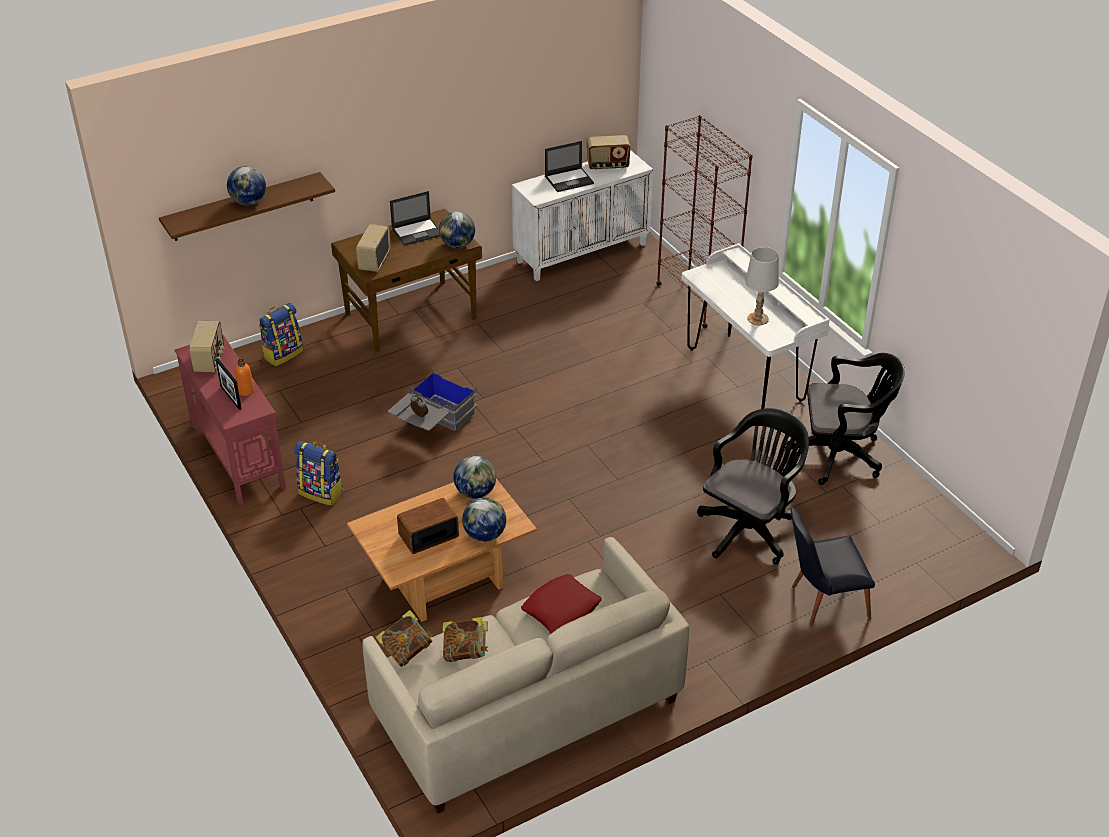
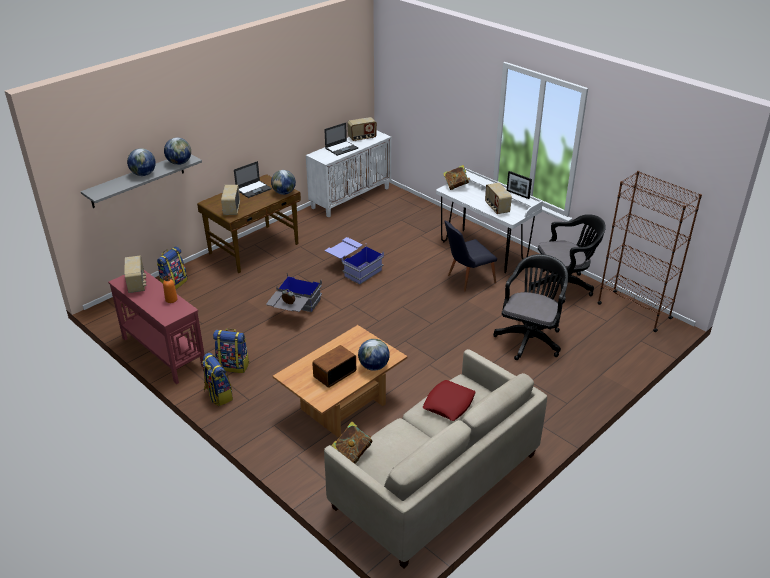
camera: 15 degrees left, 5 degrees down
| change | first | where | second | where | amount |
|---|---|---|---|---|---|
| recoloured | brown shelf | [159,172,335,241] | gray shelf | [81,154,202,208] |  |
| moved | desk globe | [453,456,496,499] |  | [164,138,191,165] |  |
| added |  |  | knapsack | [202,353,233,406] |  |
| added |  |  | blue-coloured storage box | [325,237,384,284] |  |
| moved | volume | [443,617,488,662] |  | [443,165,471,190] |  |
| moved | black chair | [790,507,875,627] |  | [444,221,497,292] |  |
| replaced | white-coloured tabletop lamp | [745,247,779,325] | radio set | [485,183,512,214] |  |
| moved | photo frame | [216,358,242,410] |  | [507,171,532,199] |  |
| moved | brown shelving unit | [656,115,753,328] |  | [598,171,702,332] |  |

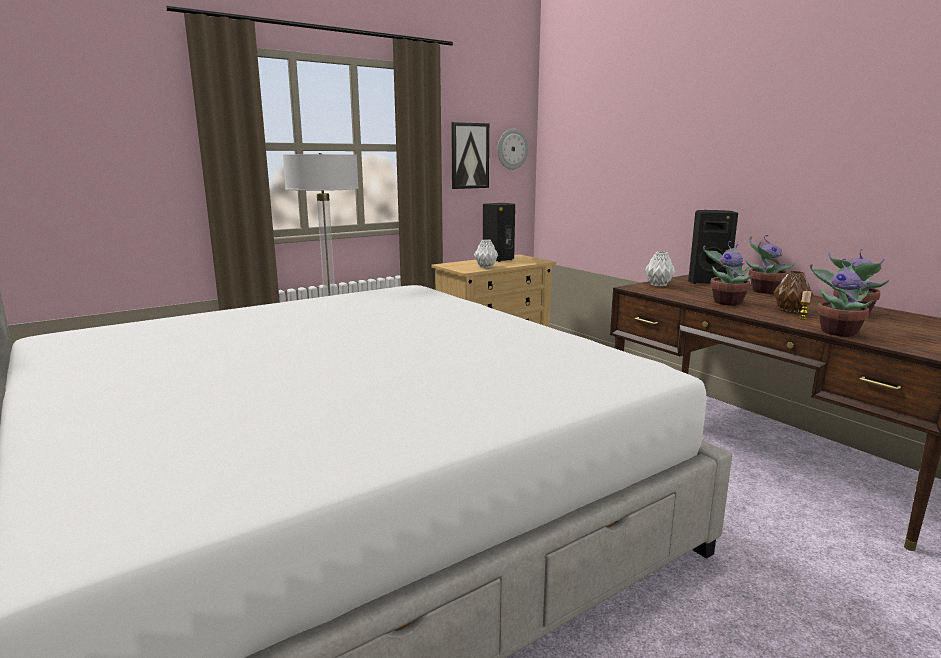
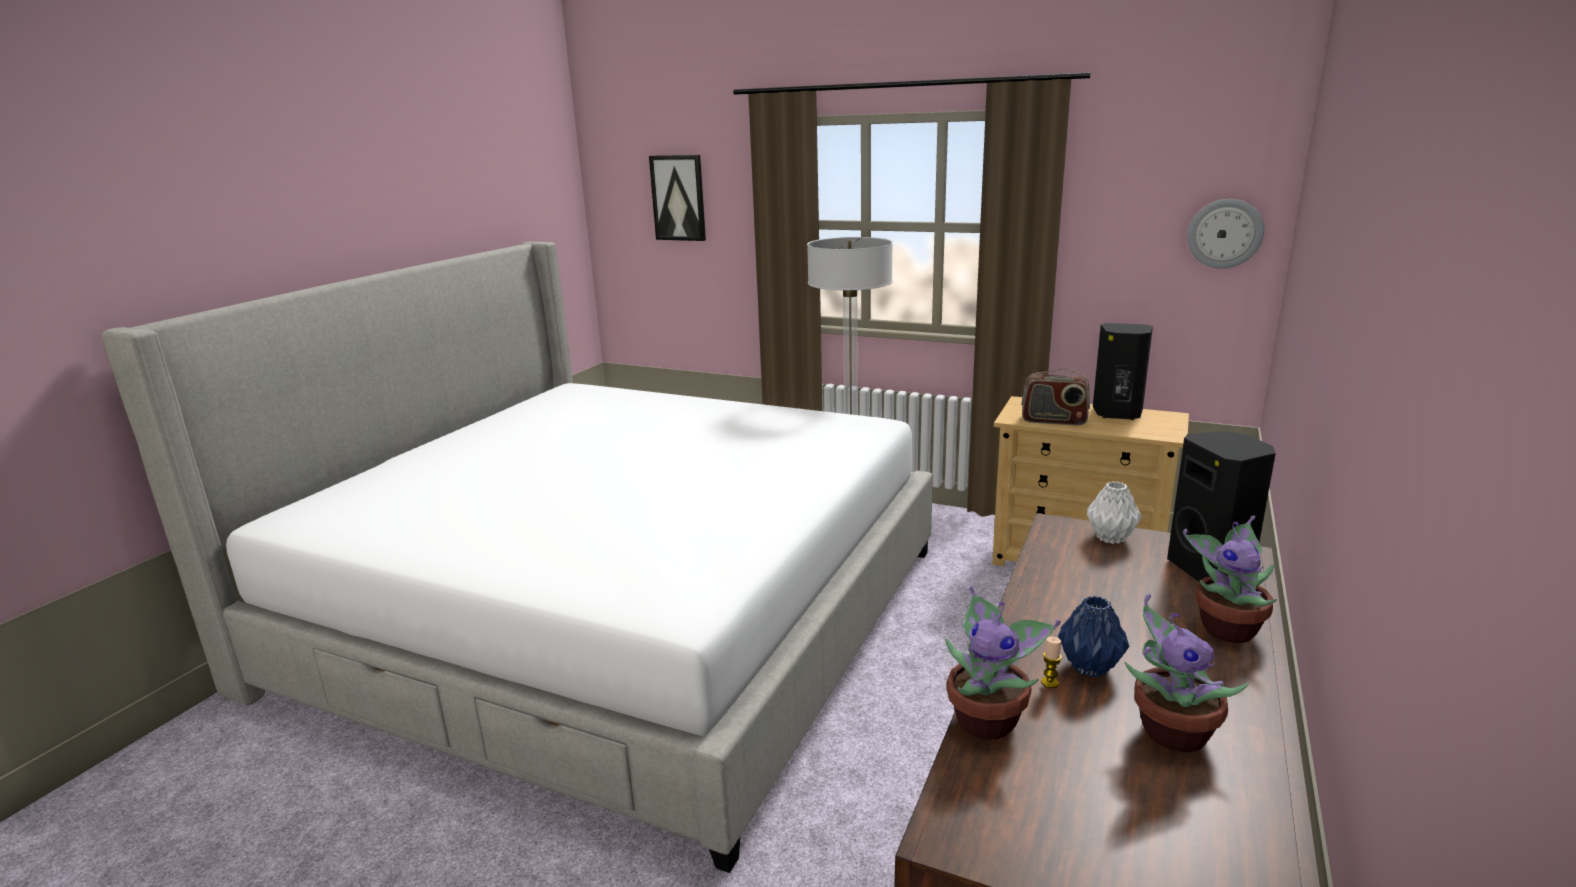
camera: 60 degrees right, 5 degrees up
| change | first | where | second | where | amount |
|---|---|---|---|---|---|
| moved | wall picture | [451,122,489,189] |  | [649,155,706,241] |  |
| replaced | white-coloured flower vase | [474,239,498,268] | radio set | [1021,368,1090,425] |  |
| recoloured | brown flower vase | [774,271,813,313] | blue-coloured flower vase | [1058,596,1129,677] |  |
| removed | houseplant | [703,241,753,306] |  |  |  |

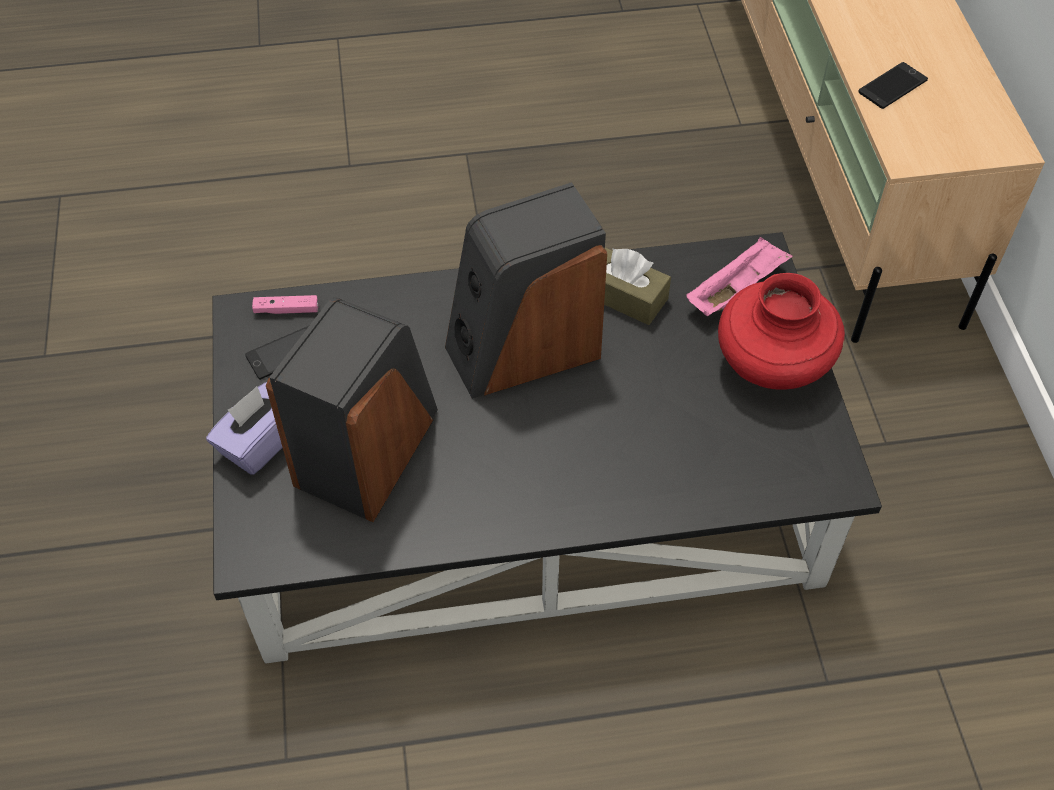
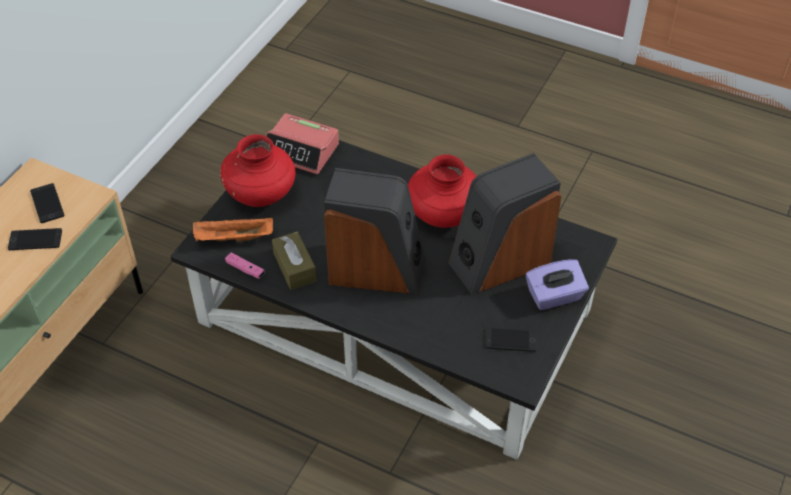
camera: 145 degrees left, 5 degrees down
| change | first | where | second | where | amount |
|---|---|---|---|---|---|
| added |  |  | phone | [30,183,65,223] |  |
| recoloured | pinkish tray | [686,237,793,316] | orangey tray | [193,217,273,242] |  |
| moved | pinkish game controller | [252,295,318,314] |  | [225,253,265,279] |  |
| added |  |  | bedside clock | [266,113,339,174] |  |
| added |  |  | red flower vase | [408,154,477,228] |  |

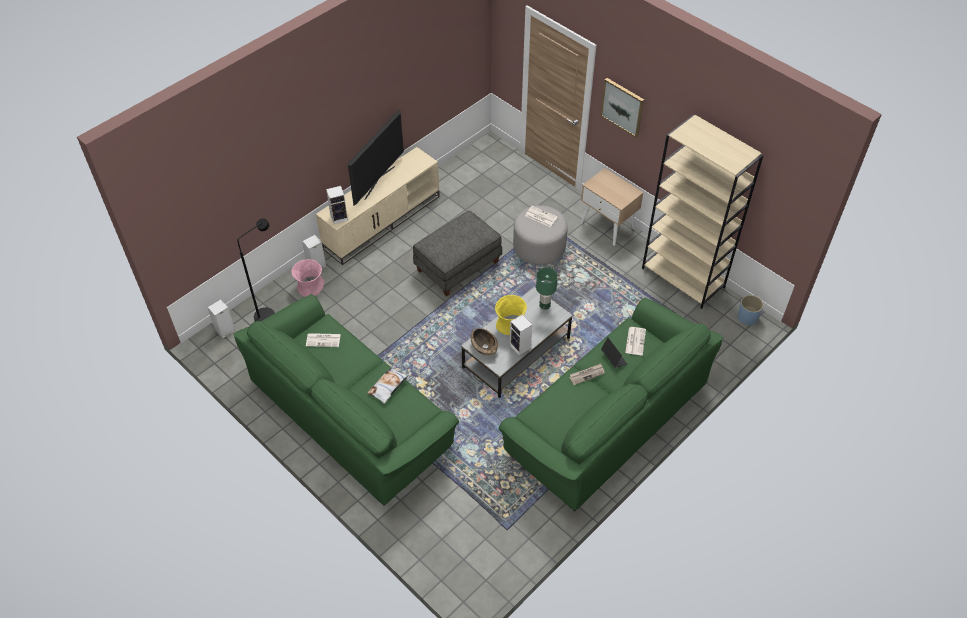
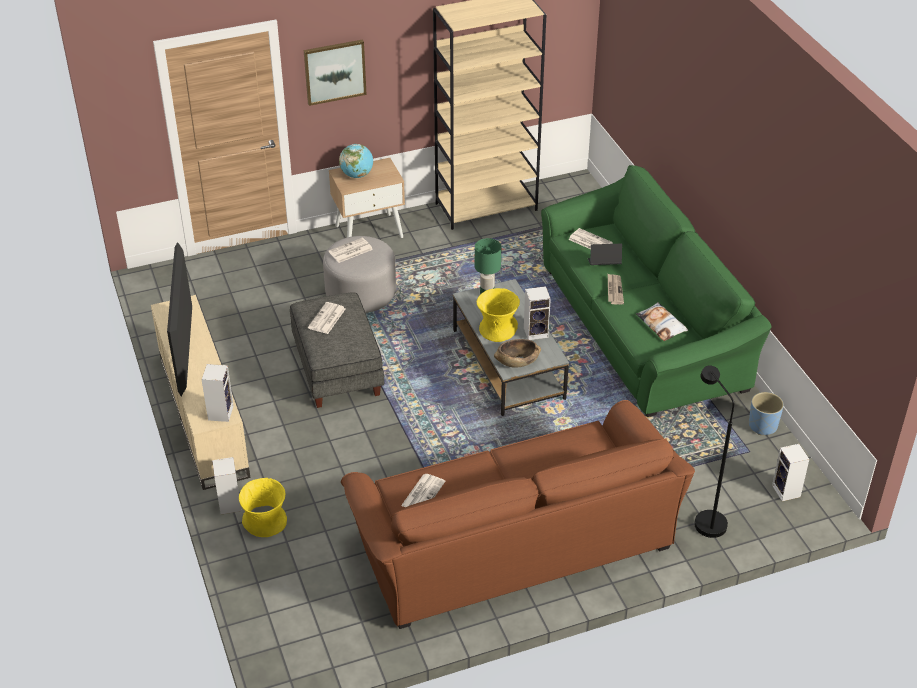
camera: 65 degrees left, 10 degrees down
| change | first | where | second | where | amount |
|---|---|---|---|---|---|
| turned | TV set | [348,110,404,206] |  | [167,242,192,396] | 150 degrees counterclockwise |
| recoloured | pinkish flower vase | [292,259,324,297] | yellowish flower vase | [239,478,287,537] |  |
| added |  |  | daily paper | [308,302,345,334] |  |
| added |  |  | desk globe | [339,144,373,178] |  |
| recoloured | green-coloured couch | [234,294,459,506] | brown couch | [341,400,695,629] |  |
| moved | throw pillow | [367,367,408,404] |  | [636,302,688,341] |  |
| moved | black standard lamp | [237,219,275,322] |  | [695,365,734,538] |  |
| moved | blue-coloured flower pot | [738,295,764,326] |  | [749,392,784,435] |  |
| moved | loudspeaker | [207,299,236,339] |  | [772,444,809,501] |  |

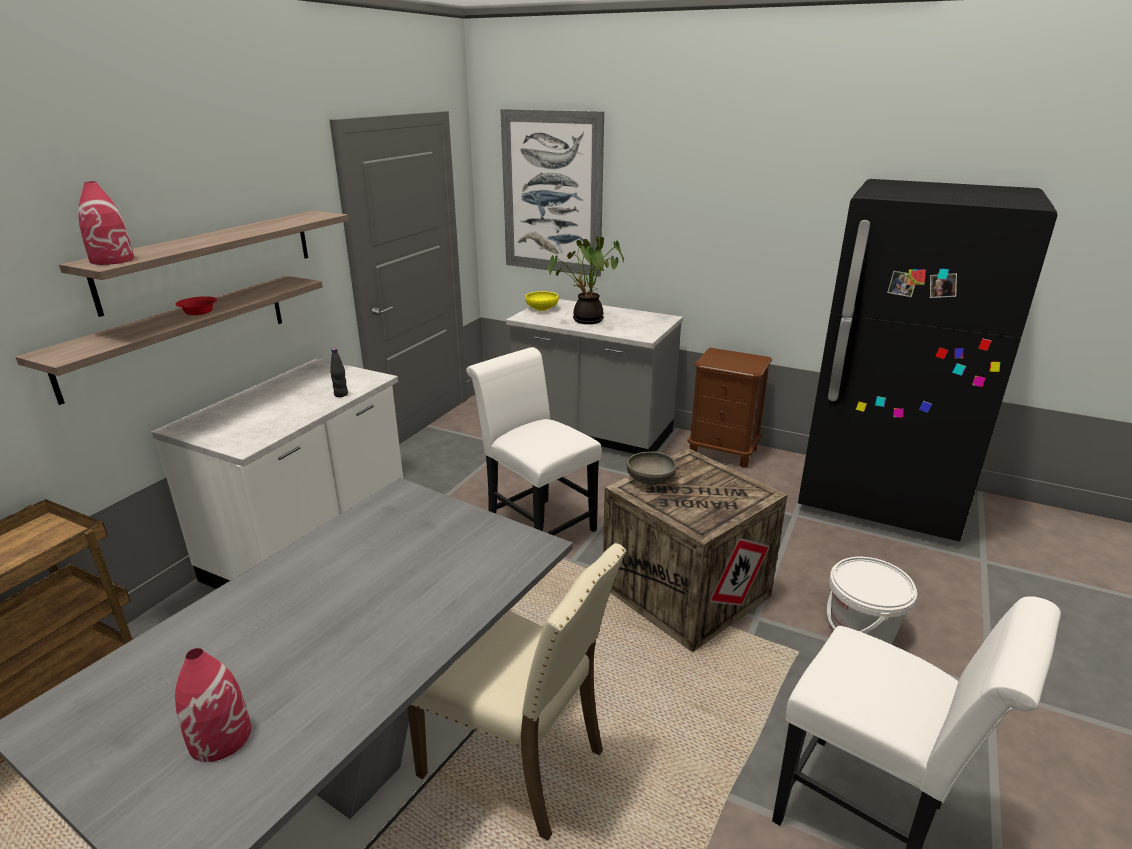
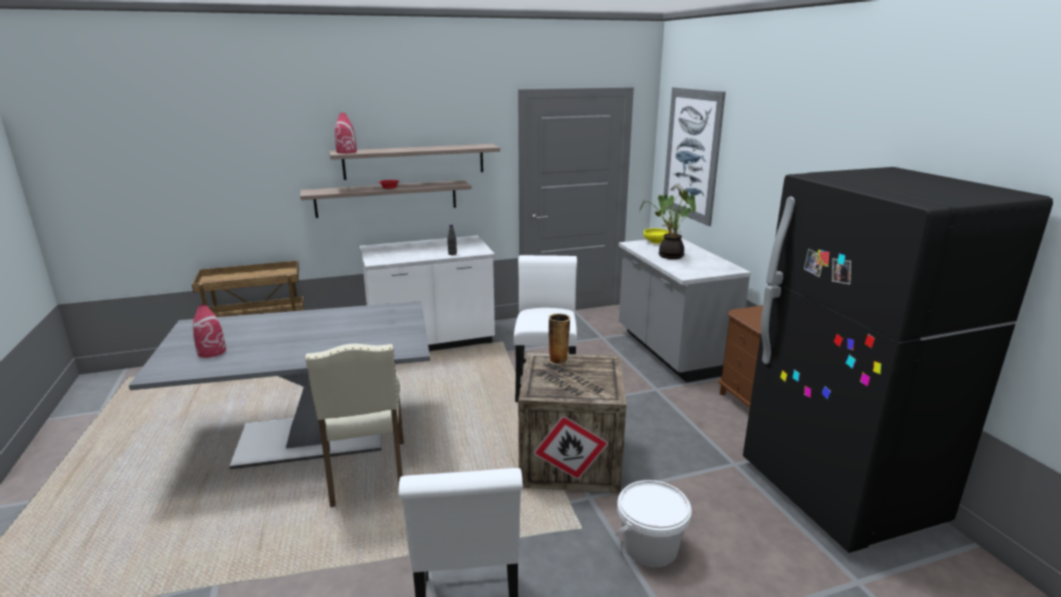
camera: 45 degrees right, 5 degrees down
| change | first | where | second | where | amount |
|---|---|---|---|---|---|
| replaced | gray bowl | [627,451,676,485] | flower vase | [549,313,571,365] |  |

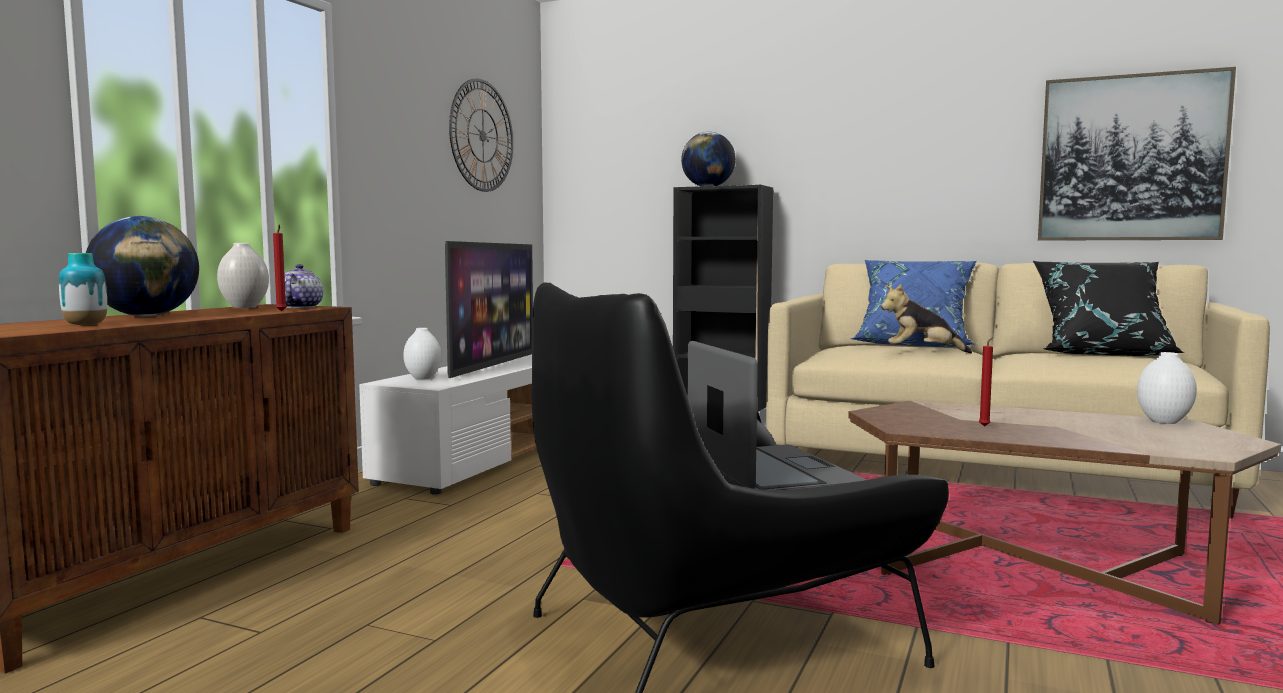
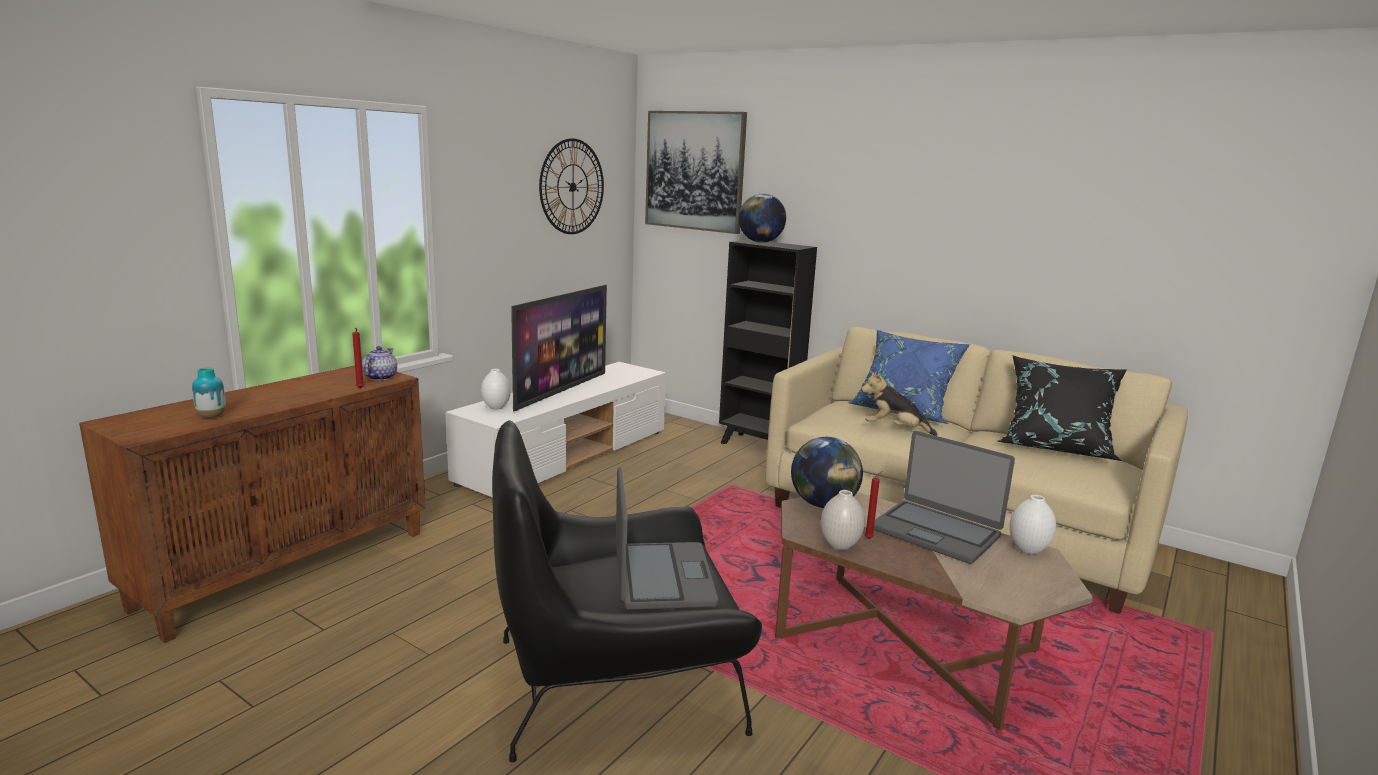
camera: 10 degrees right, 10 degrees up
| change | first | where | second | where | amount |
|---|---|---|---|---|---|
| moved | wall picture | [1038,67,1236,241] |  | [645,111,747,234] |  |
| moved | desk globe | [86,216,199,316] |  | [791,437,863,508] |  |
| moved | white-coloured flower vase | [217,243,269,308] |  | [821,490,865,550] |  |
| added |  |  | portable computer | [874,431,1015,564] |  |

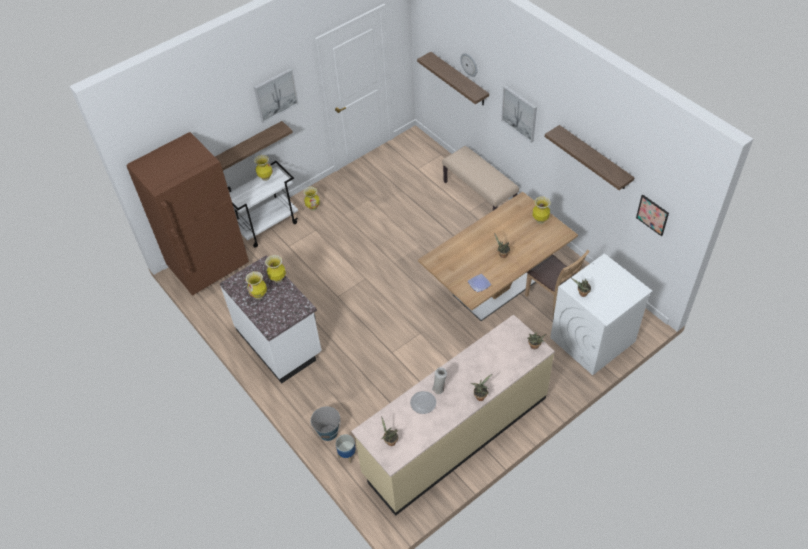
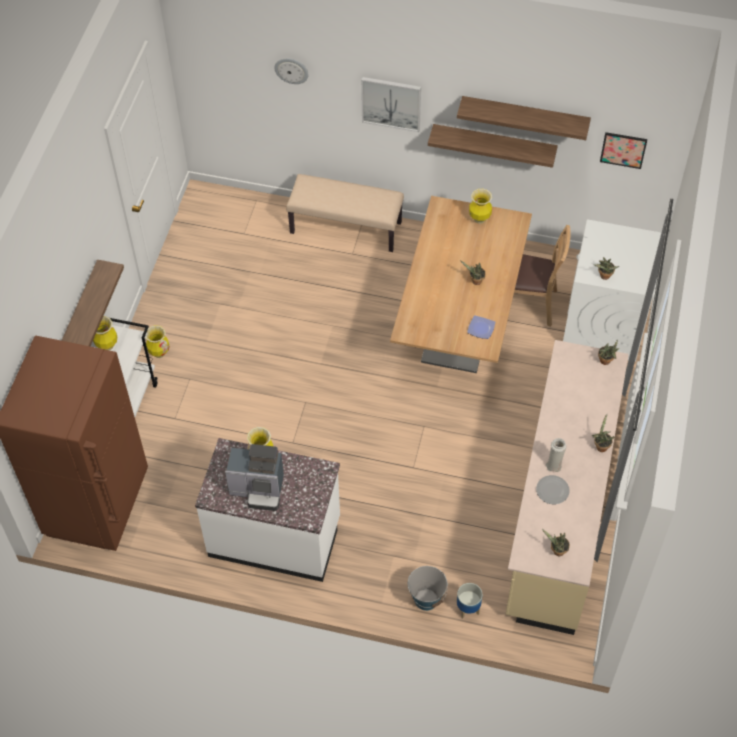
camera: 40 degrees left, 5 degrees up
| change | first | where | second | where | amount |
|---|---|---|---|---|---|
| replaced | flower vase | [246,271,267,299] | coffee maker | [225,444,284,511] |  |
| moved | shelf | [417,52,489,106] |  | [428,124,558,168] |  |
| removed | wall picture | [254,68,299,123] |  |  |  |

